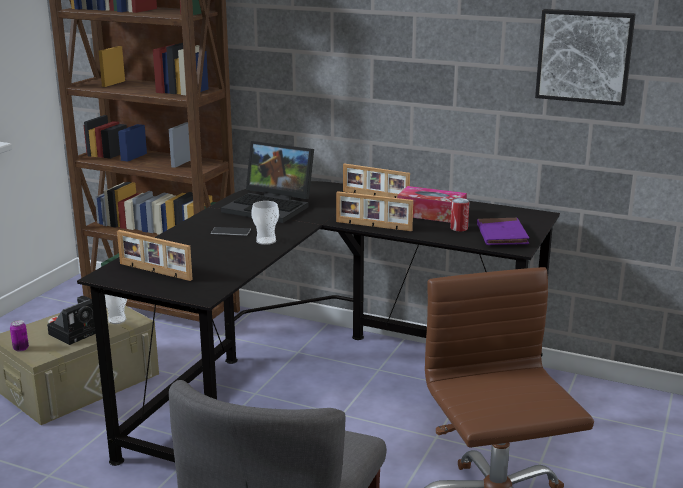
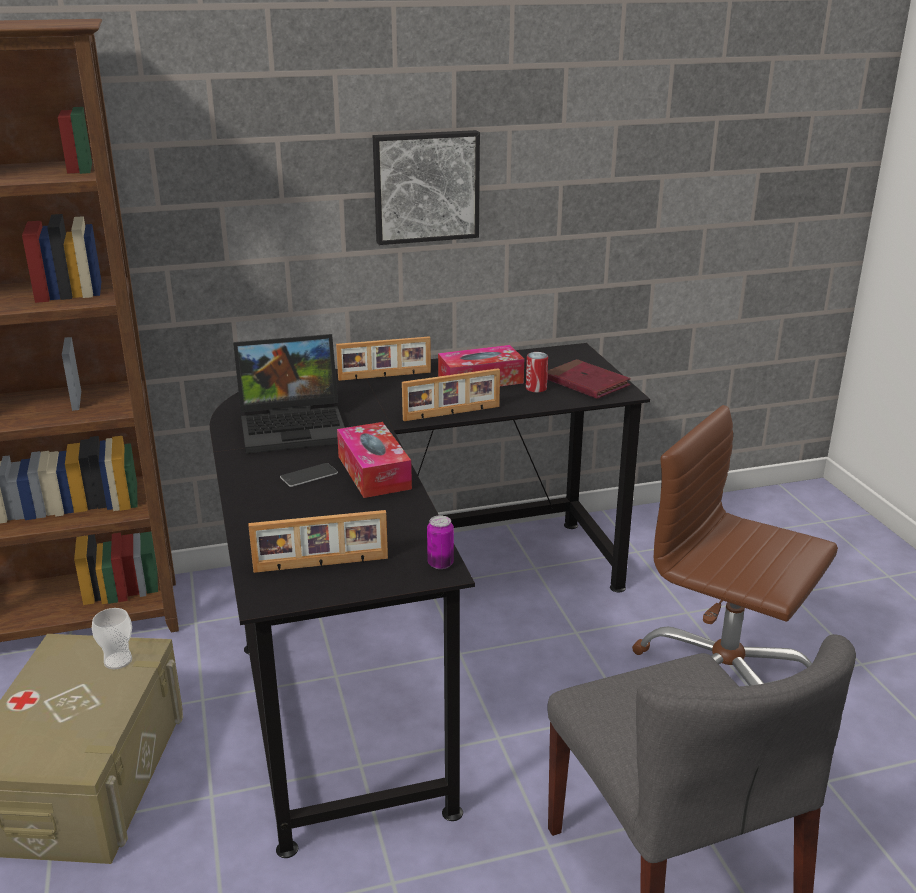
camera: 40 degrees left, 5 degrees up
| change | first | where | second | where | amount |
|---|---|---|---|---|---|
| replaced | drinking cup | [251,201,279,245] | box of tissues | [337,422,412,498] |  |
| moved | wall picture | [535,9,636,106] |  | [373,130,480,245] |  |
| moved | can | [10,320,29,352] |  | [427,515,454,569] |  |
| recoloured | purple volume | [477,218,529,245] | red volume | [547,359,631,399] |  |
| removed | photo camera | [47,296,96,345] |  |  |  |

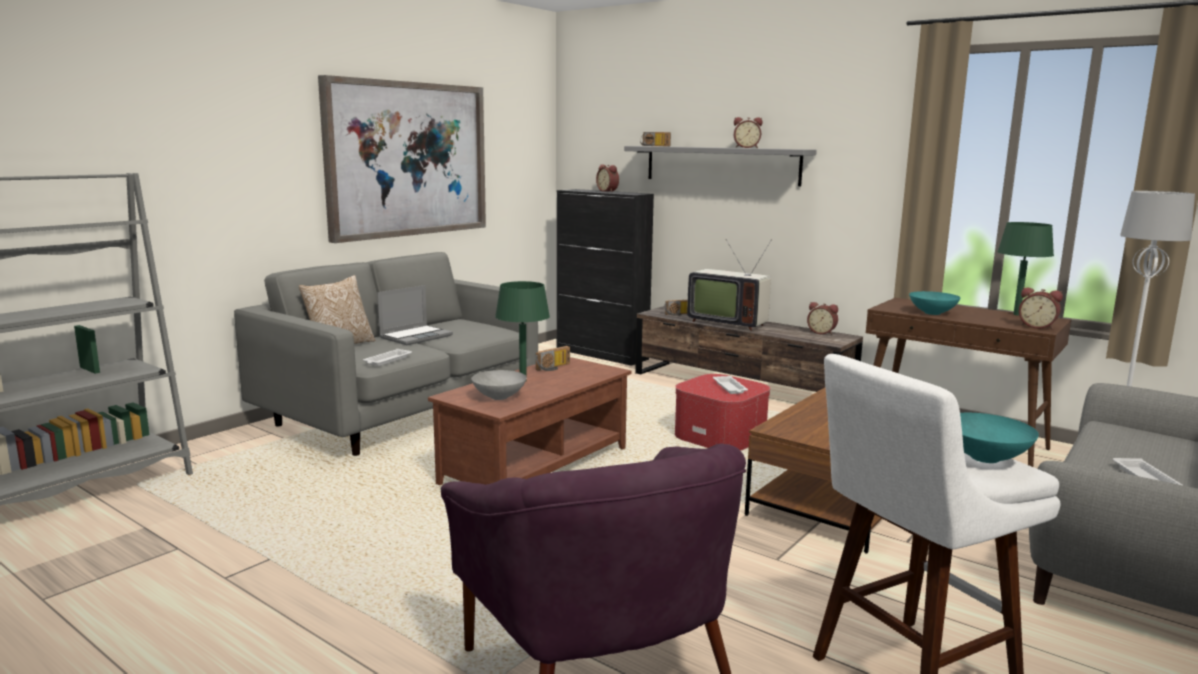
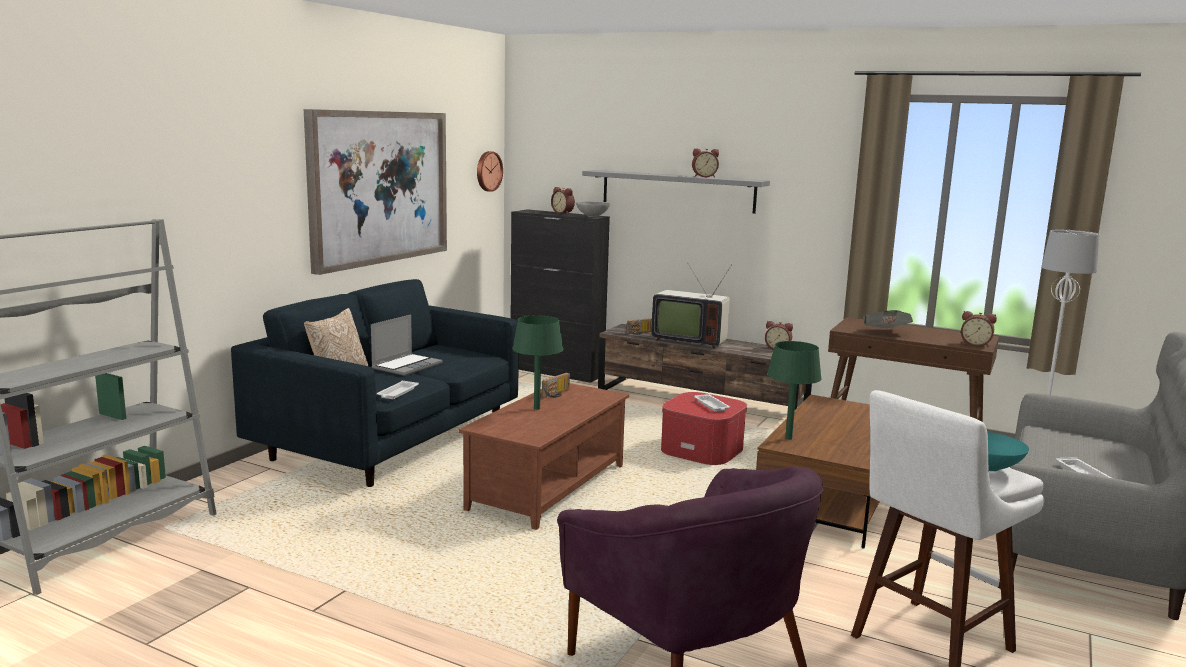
camera: 10 degrees left, 0 degrees up
| change | first | where | second | where | amount |
|---|---|---|---|---|---|
| recoloured | gray couch | [234,252,538,456] | blue-coloured couch | [231,279,519,487] |  |
| added |  |  | hanging clock | [477,151,503,192] |  |
| moved | gray bowl | [471,370,527,400] |  | [576,202,610,217] |  |
| moved | green-coloured tabletop lamp | [997,222,1054,316] |  | [767,341,822,440] |  |
| replaced | turquoise bowl | [909,291,960,315] | daily paper | [863,310,913,328] |  |
| removed | radio set | [640,132,671,146] |  |  |  |

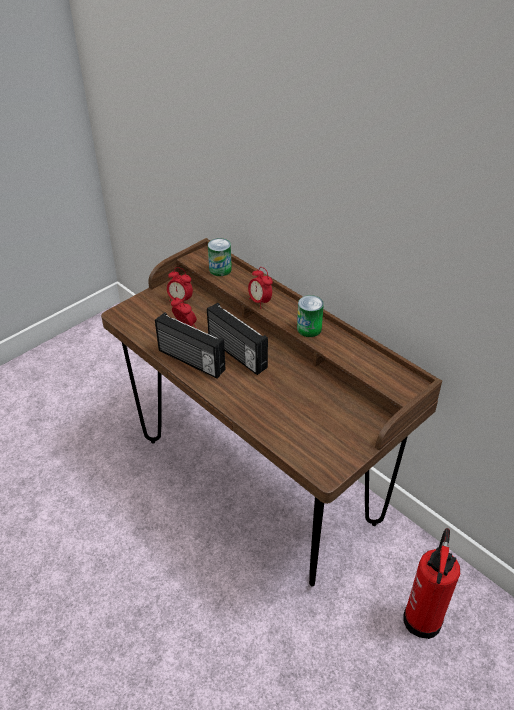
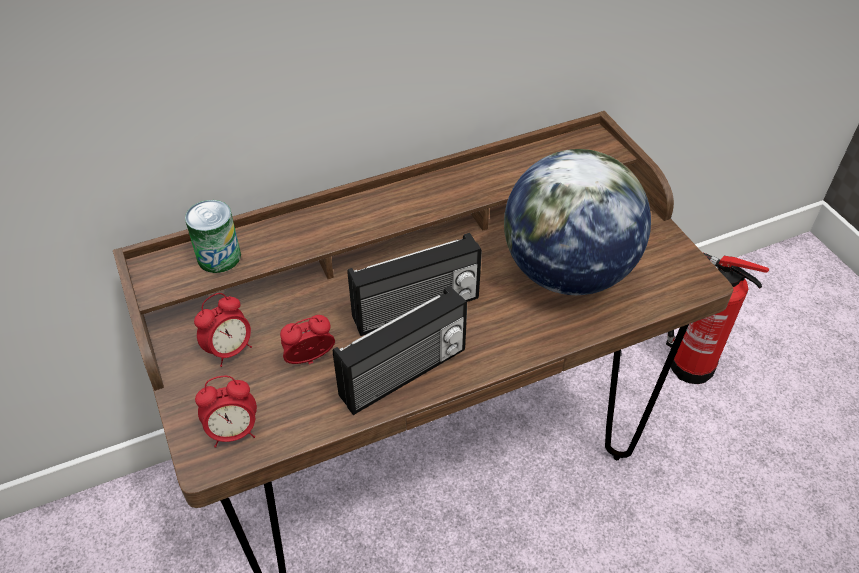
camera: 70 degrees left, 5 degrees up
| change | first | where | second | where | amount |
|---|---|---|---|---|---|
| moved | bedside clock | [248,267,273,309] |  | [195,376,257,448] |  |
| added |  |  | desk globe | [504,149,651,295] |  |
| removed | can | [297,295,324,337] |  |  |  |

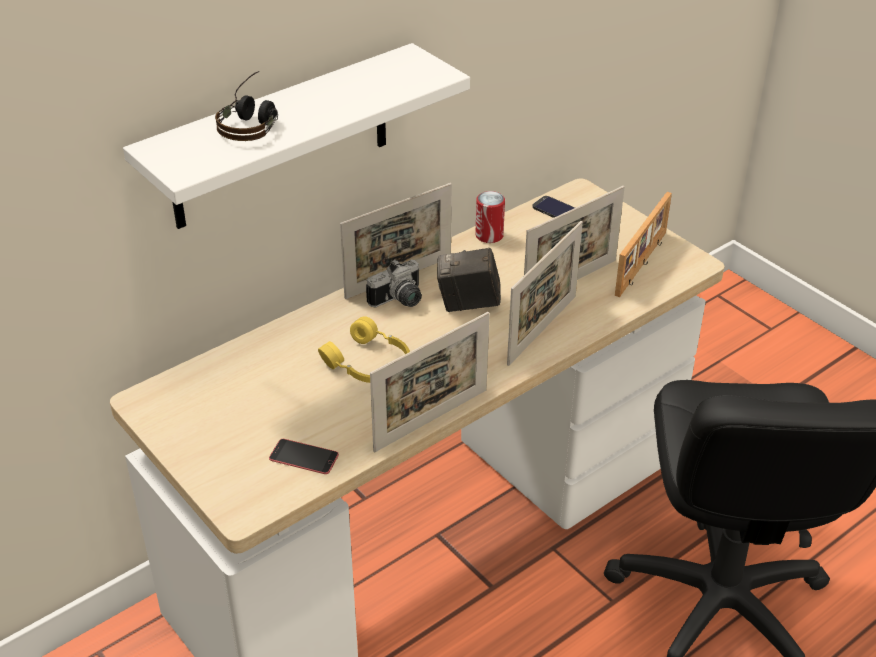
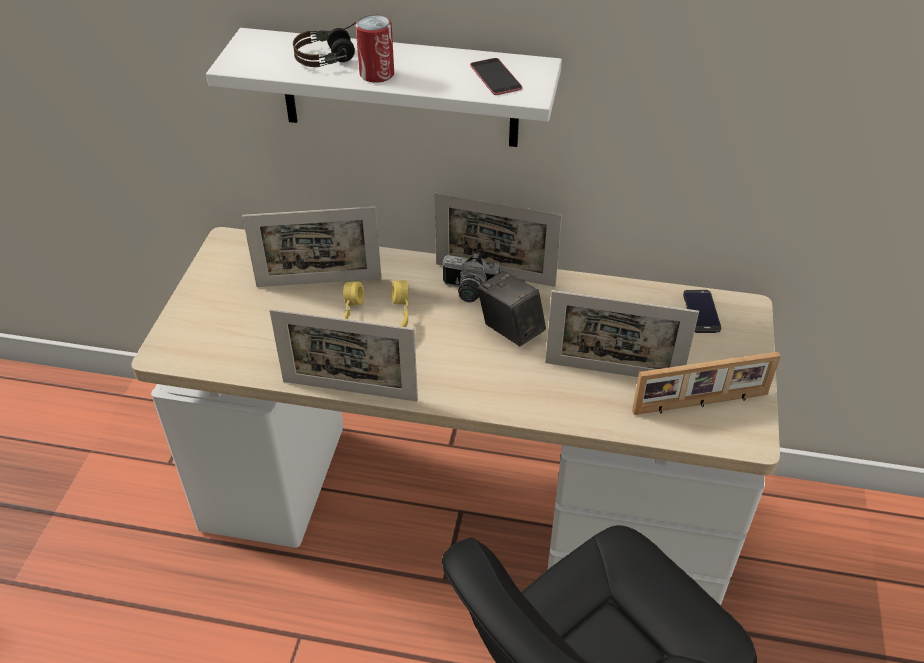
camera: 50 degrees right, 5 degrees up
| change | first | where | second | where | amount |
|---|---|---|---|---|---|
| moved | photo frame | [507,221,583,366] |  | [242,206,381,287] |  |
| moved | can | [475,191,505,243] |  | [355,15,394,83] |  |
| moved | phone | [269,439,339,474] |  | [470,58,523,95] |  |

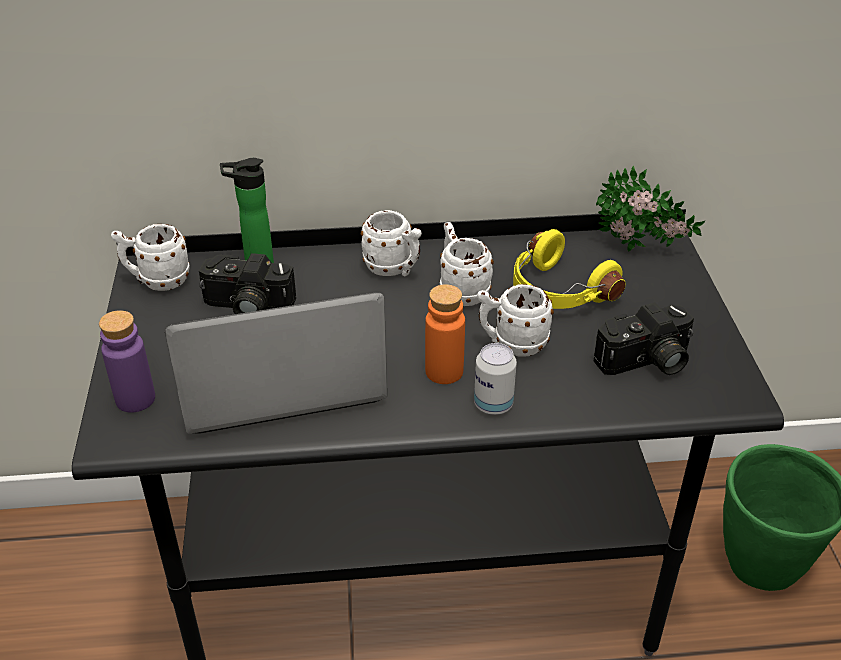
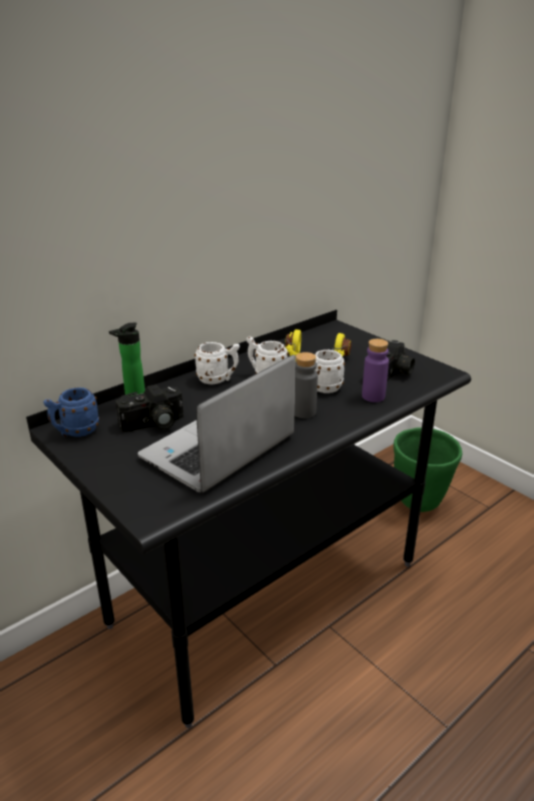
camera: 35 degrees left, 10 degrees down
| change | first | where | second | where | amount |
|---|---|---|---|---|---|
| recoloured | white-coloured mug | [111,224,190,291] | blue-coloured mug | [44,387,99,437] |  |
| recoloured | orangey beverage bottle | [425,284,465,384] | gray beverage bottle | [295,352,318,418] |  |
| moved | purple beverage bottle | [99,310,155,413] |  | [362,339,389,402] |  |
| removed | can | [474,343,517,415] |  |  |  |
| removed | houseplant | [596,166,705,252] |  |  |  |

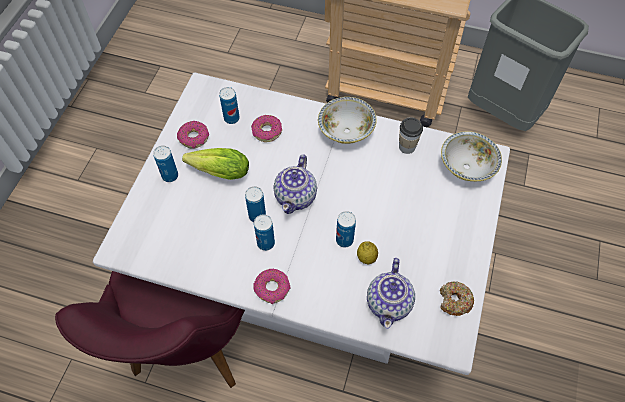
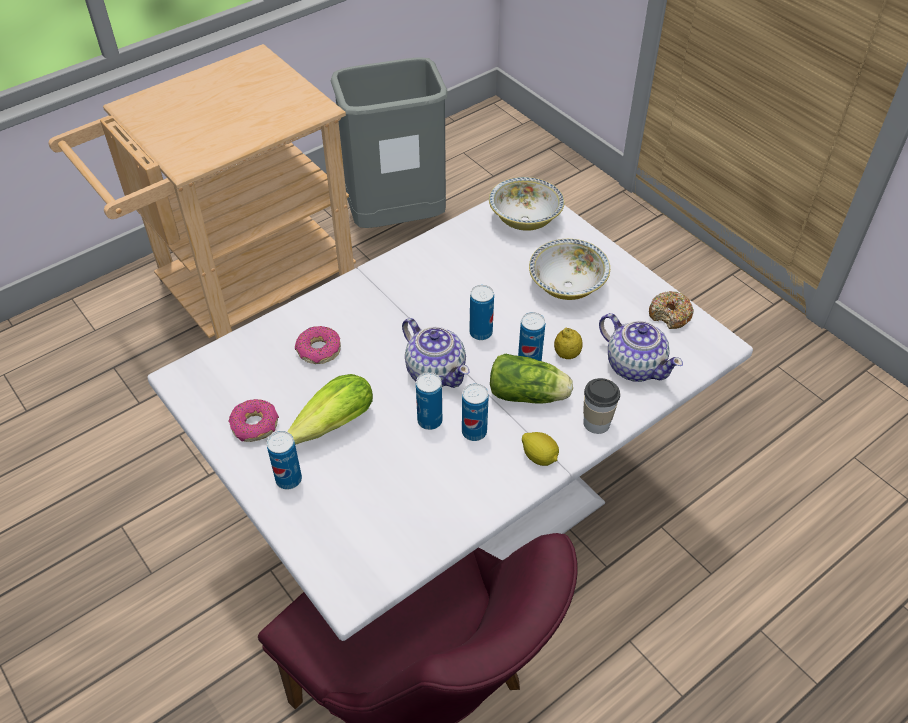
camera: 55 degrees left, 10 degrees down
| change | first | where | second | where | amount |
|---|---|---|---|---|---|
| moved | can | [219,87,240,124] |  | [469,285,494,340] |  |
| added |  |  | lettuce head | [490,354,573,404] |  |
| replaced | doughnut | [253,269,291,304] | lemon | [522,432,559,466] |  |
| moved | bowl | [318,97,377,144] |  | [529,239,610,300] |  |
| moved | drinking cup | [399,117,423,154] |  | [583,378,620,434] |  |

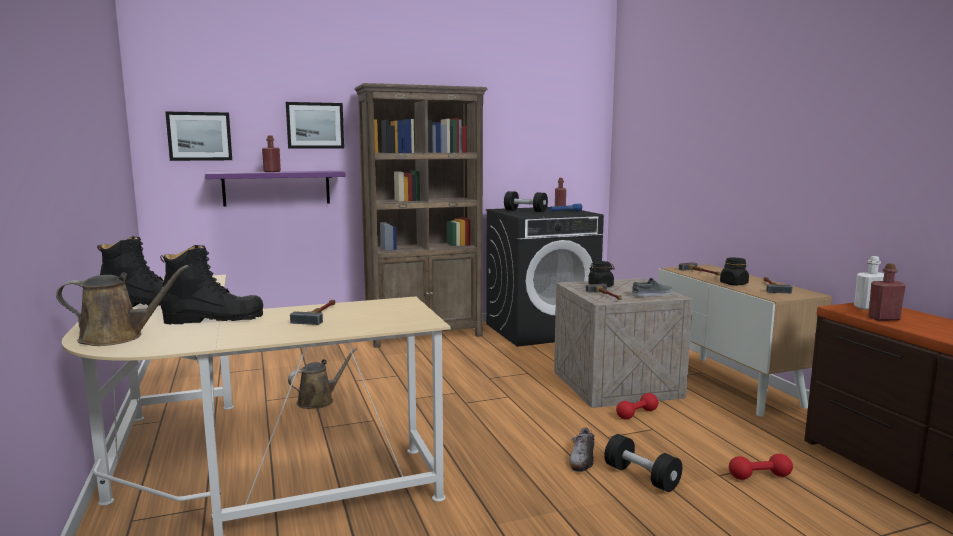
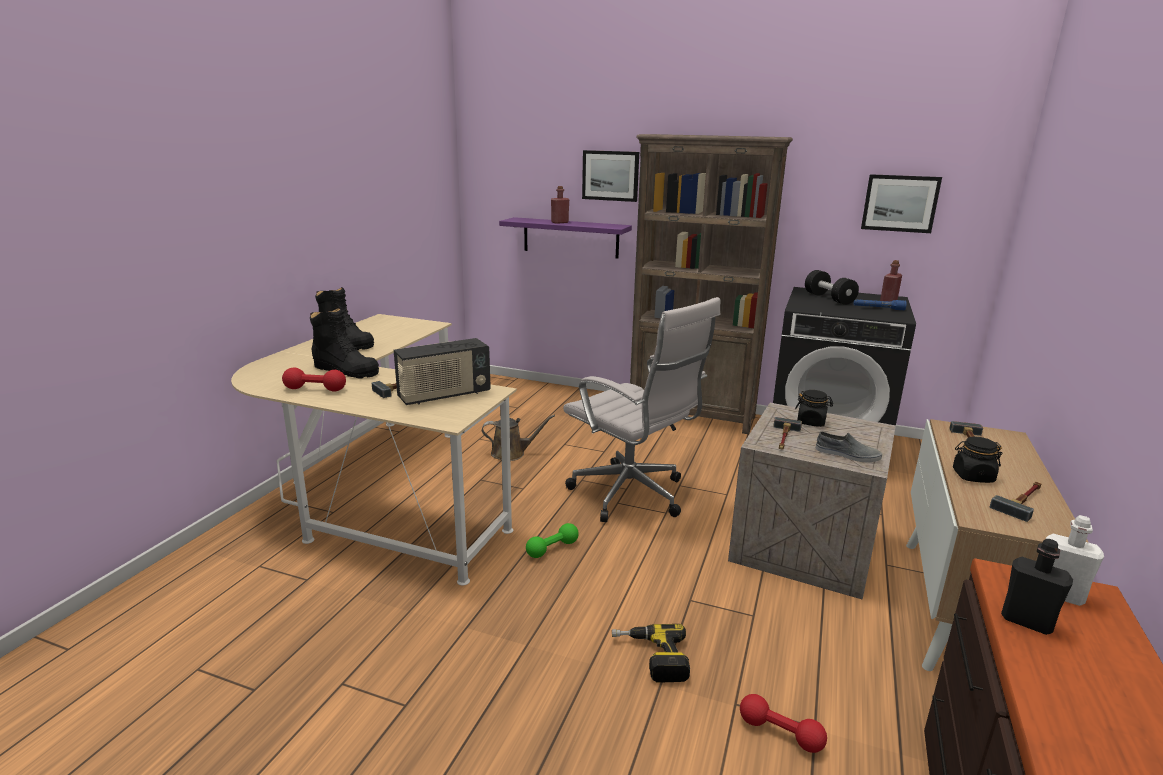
camera: 40 degrees right, 10 degrees up
| change | first | where | second | where | amount |
|---|---|---|---|---|---|
| moved | red free weight | [616,393,658,420] |  | [282,368,346,391] |  |
| added |  |  | radio set | [394,338,491,405] |  |
| added |  |  | green-coloured free weight | [526,523,579,558] |  |
| added |  |  | white-coloured office chair | [563,297,720,522] |  |
| replaced | black free weight | [604,434,682,492] | electric drill | [612,624,690,683] |  |
| moved | wall picture | [165,112,232,161] |  | [861,174,942,233] |  |
| recoloured | red beverage bottle | [868,264,906,321] | black beverage bottle | [1001,539,1073,635] |  |
| removed | brown watering can | [56,265,189,346] |  |  |  |
| removed | item of footwear | [569,428,595,472] |  |  |  |

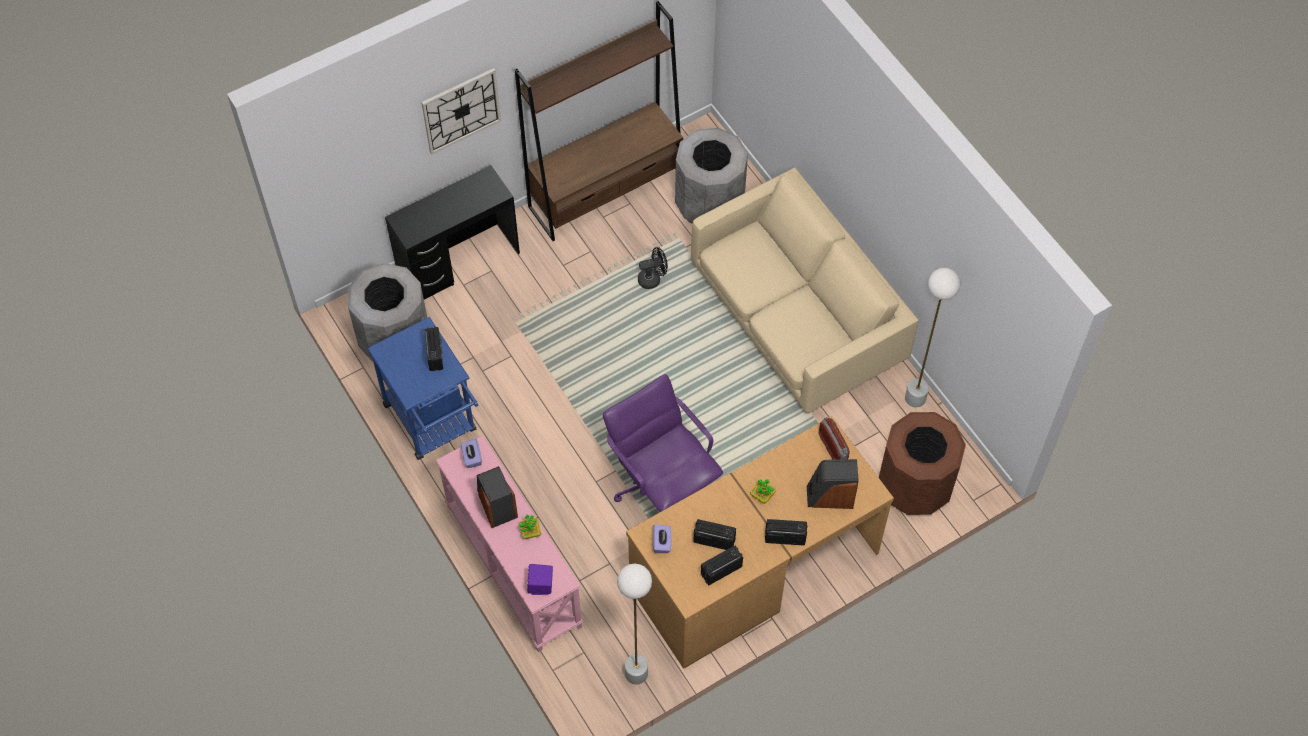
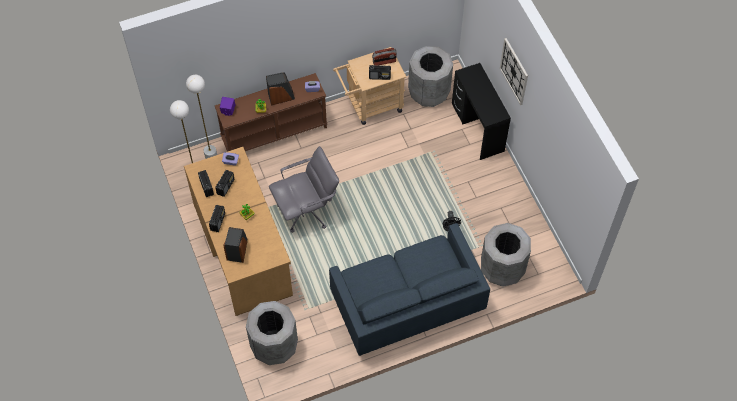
camera: 100 degrees right, 0 degrees up
| change | first | where | second | where | amount |
|---|---|---|---|---|---|
| moved | white-coloured standard lamp | [905,268,961,407] |  | [186,75,217,159] |  |
| recoloured | pinkish narrow table | [436,435,583,652] | brown narrow table | [215,73,327,152] |  |
| recoloured | brown trash can | [879,412,966,515] | gray trash can | [246,301,298,365] |  |
| recoloured | purple office chair | [603,374,723,512] | gray office chair | [269,146,339,233] |  |
| recoloured | sand-coloured couch | [691,168,919,413] | blue-coloured couch | [329,223,490,356] |  |
| recoloured | blue-coloured trolley | [367,317,478,460] | sand-coloured trolley | [333,47,406,125] |  |
| moved | radio set | [819,417,850,460] |  | [372,48,397,65] |  |
| removed | brown shelving unit | [515,1,683,241] |  |  |  |

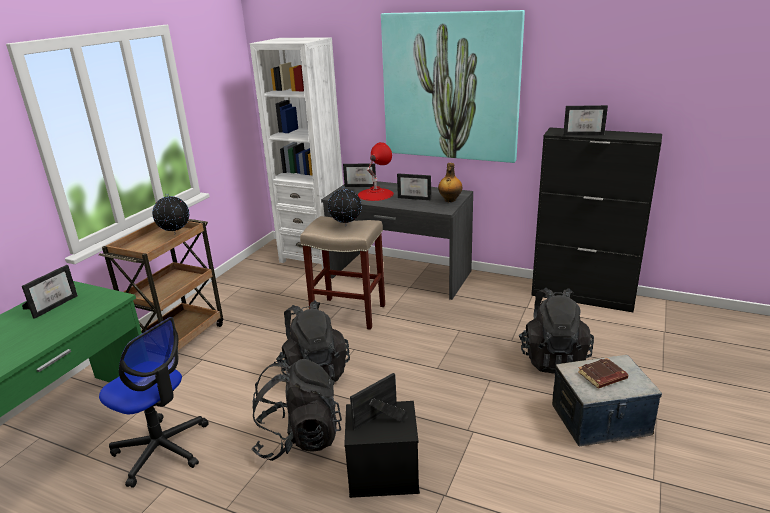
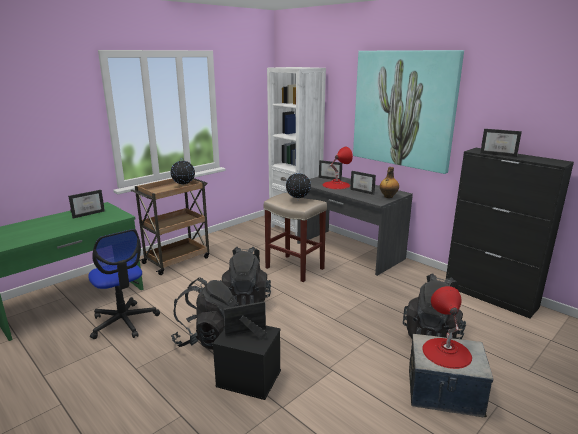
camera: 20 degrees right, 5 degrees down
| change | first | where | second | where | amount |
|---|---|---|---|---|---|
| replaced | brown volume | [578,358,628,388] | red tabletop lamp | [422,286,472,369] |  |

